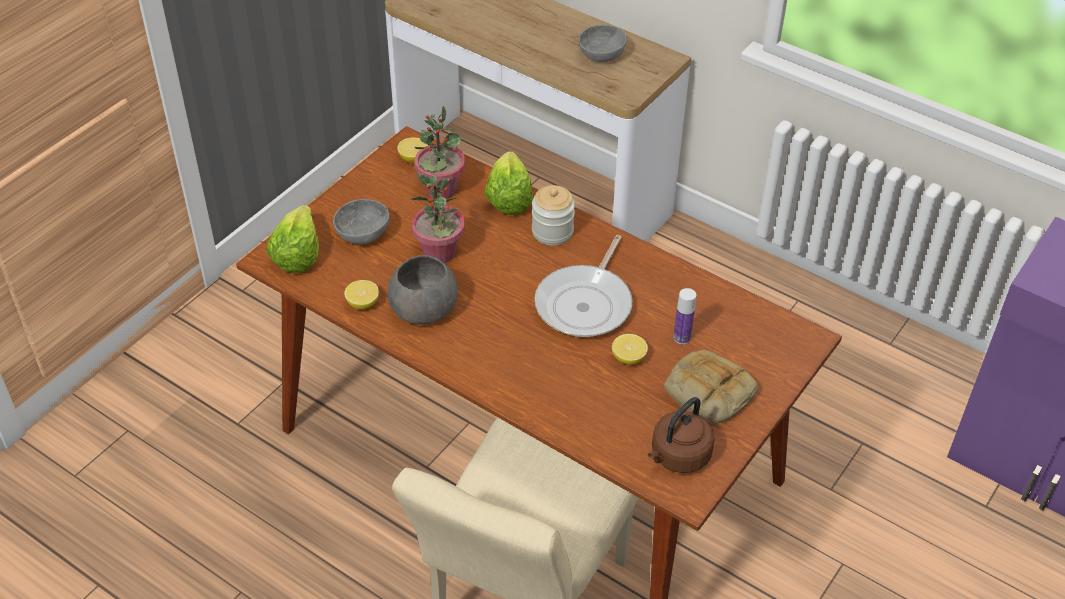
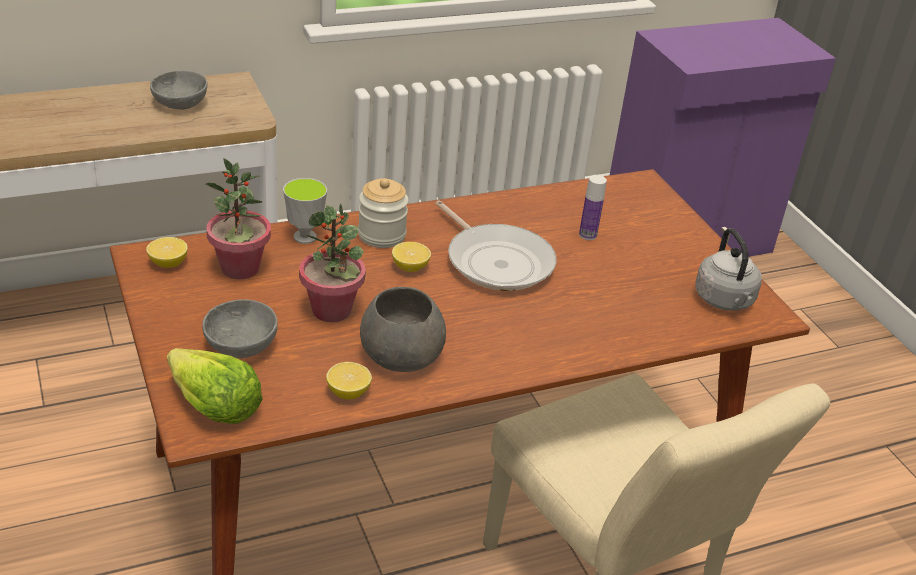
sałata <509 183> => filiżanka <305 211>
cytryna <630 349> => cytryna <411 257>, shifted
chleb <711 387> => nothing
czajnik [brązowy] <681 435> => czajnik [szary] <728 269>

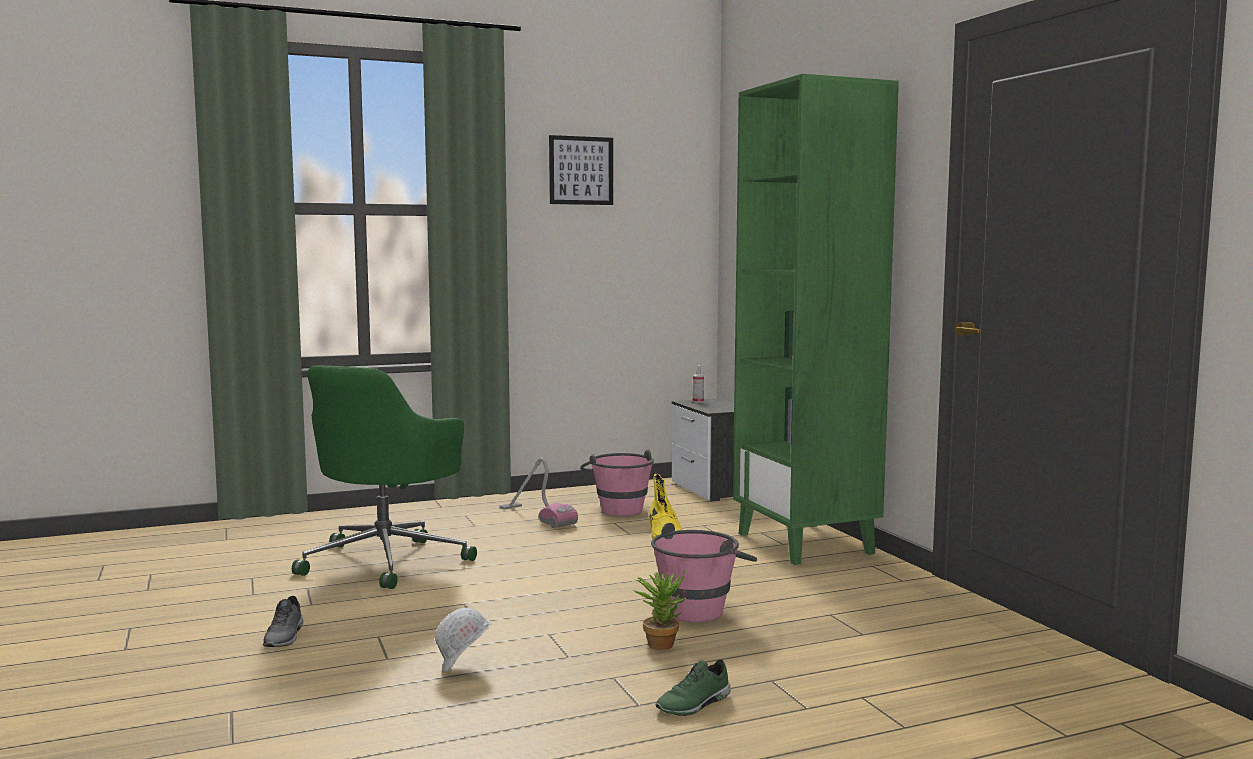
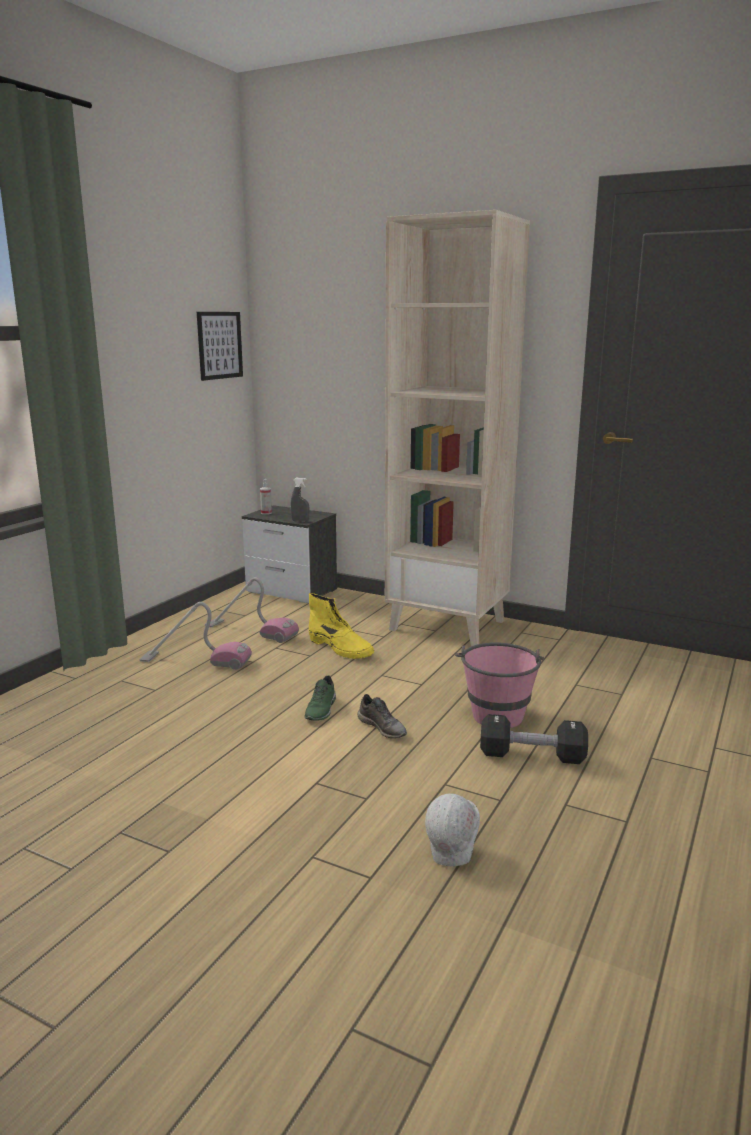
regał [zielony] <816 319> => regał [beżowy] <457 428>
obraz <581 170> => obraz <220 346>, shifted
krzesło biurowe [zielony] <384 477> => nothing
wiadro [różowy] <617 482> => odkurzacz <252 610>
roślina doniczkowa <659 610> => hantel [czarny] <534 739>
but [szary] <283 621> => but [szary] <382 716>, shifted
but [zielony] <693 688> => but [zielony] <320 698>, shifted
nothing => spryskiwacz [szary] <299 500>

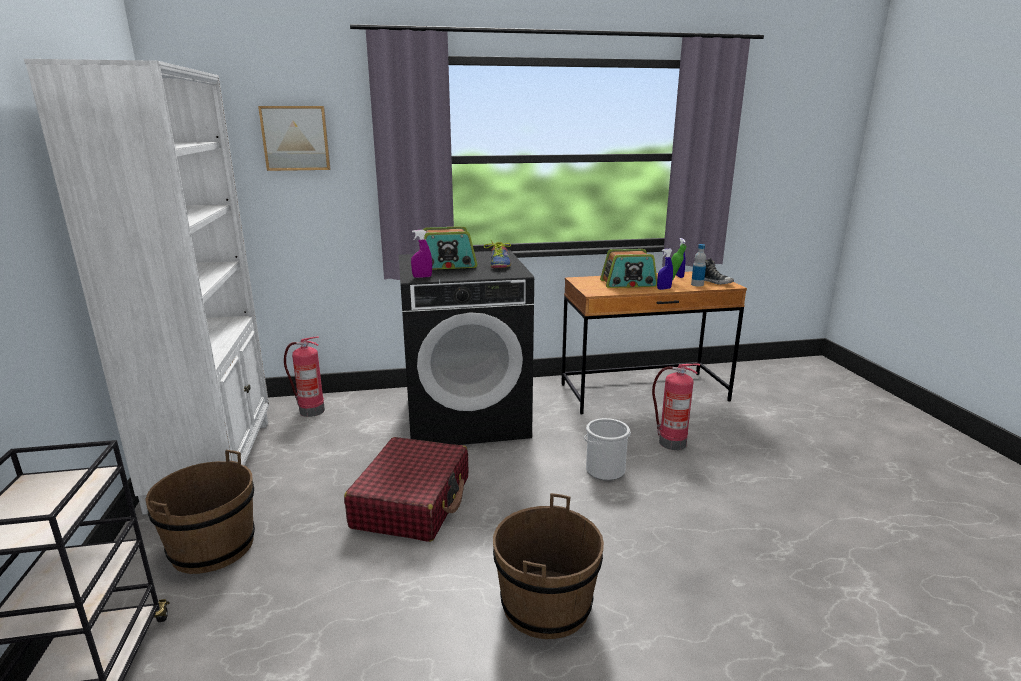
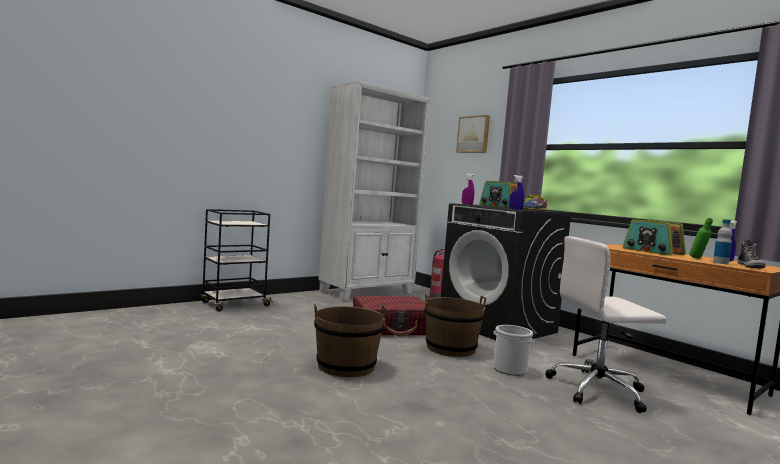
spryskiwacz [niebieski] <665 269> => spryskiwacz [niebieski] <517 192>, shifted
gaśnica <676 407> => krzesło biurowe [biały] <605 324>
wiadro [brązowy] <200 512> => wiadro [brązowy] <455 325>, shifted

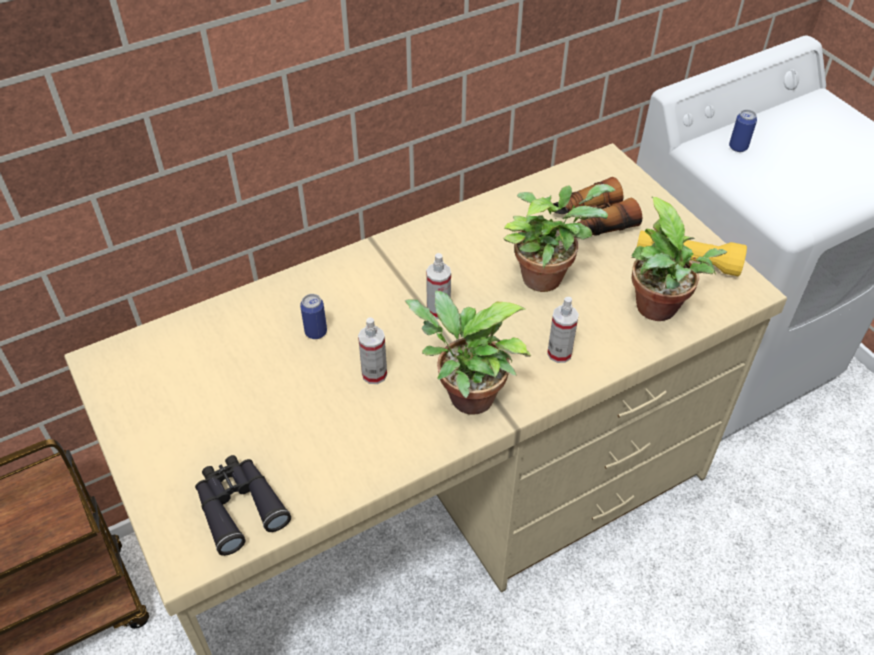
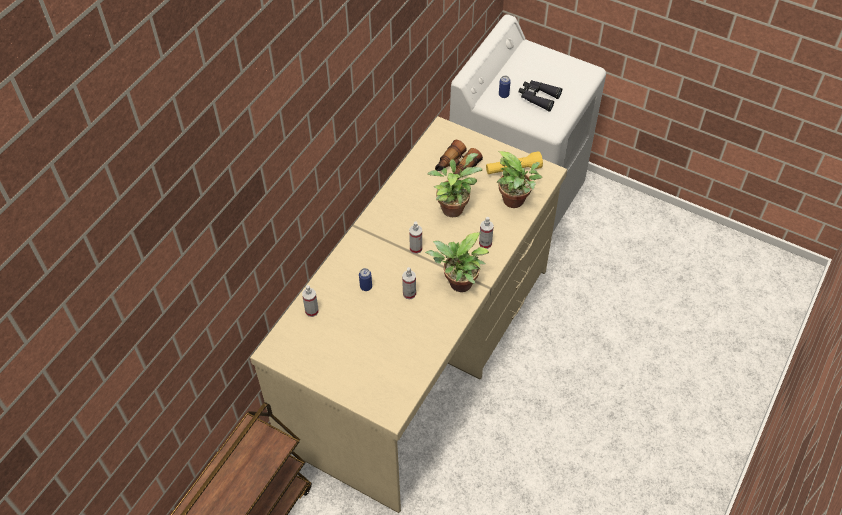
lornetka [czarny] <243 505> => lornetka [czarny] <540 96>, shifted
nothing => spryskiwacz <310 301>

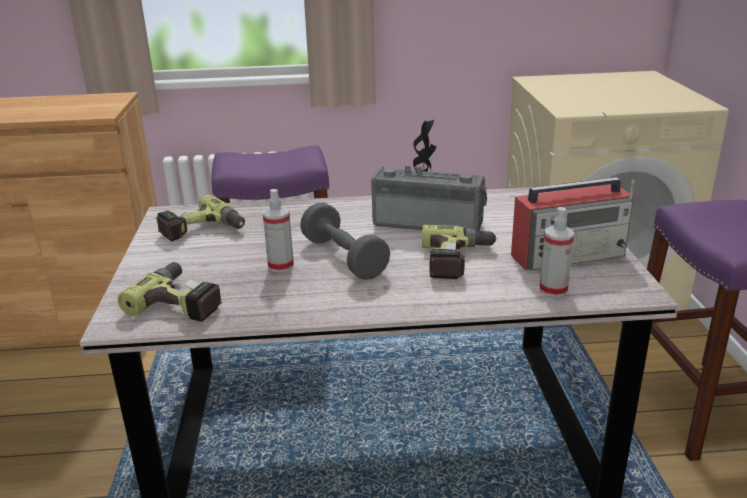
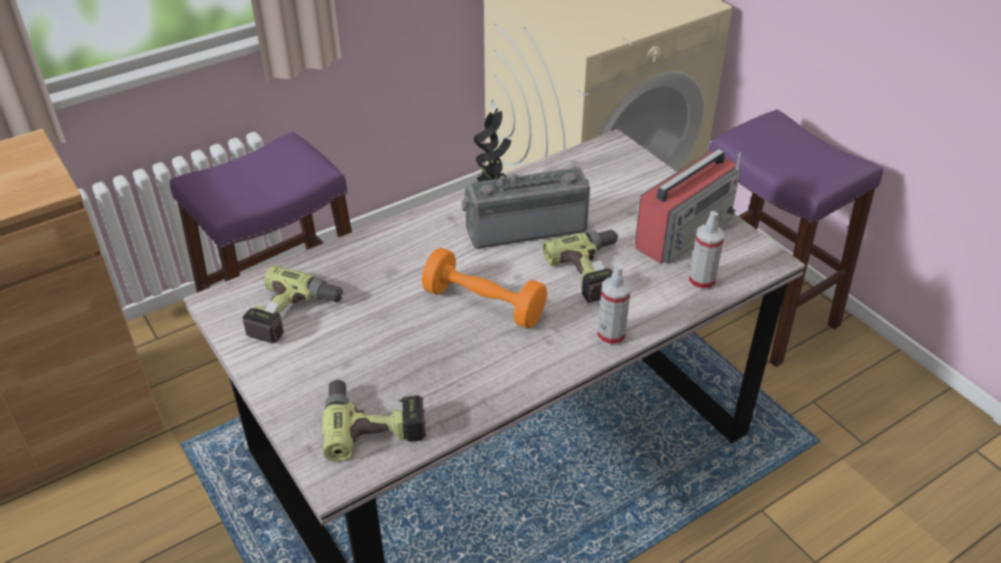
spryskiwacz <278 231> => spryskiwacz <614 305>, shifted
hantel [szary] <345 241> => hantel [pomarańczowy] <484 288>

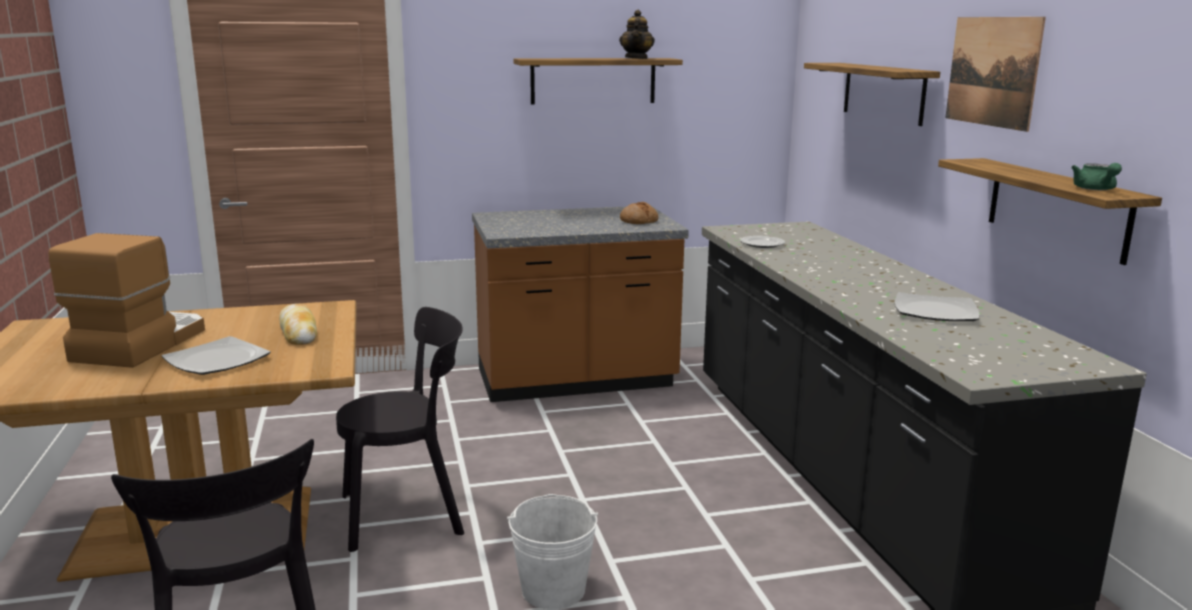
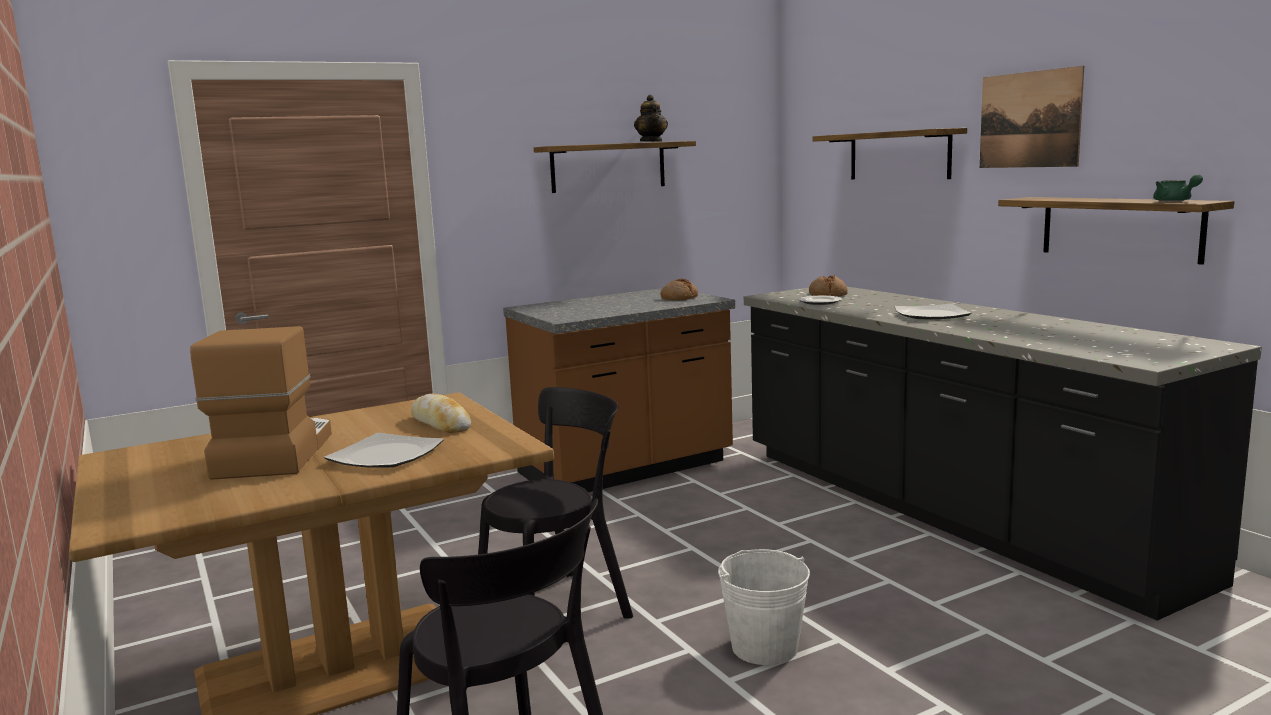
talerz <937 306> => talerz <932 311>, shifted
nothing => chleb <828 285>

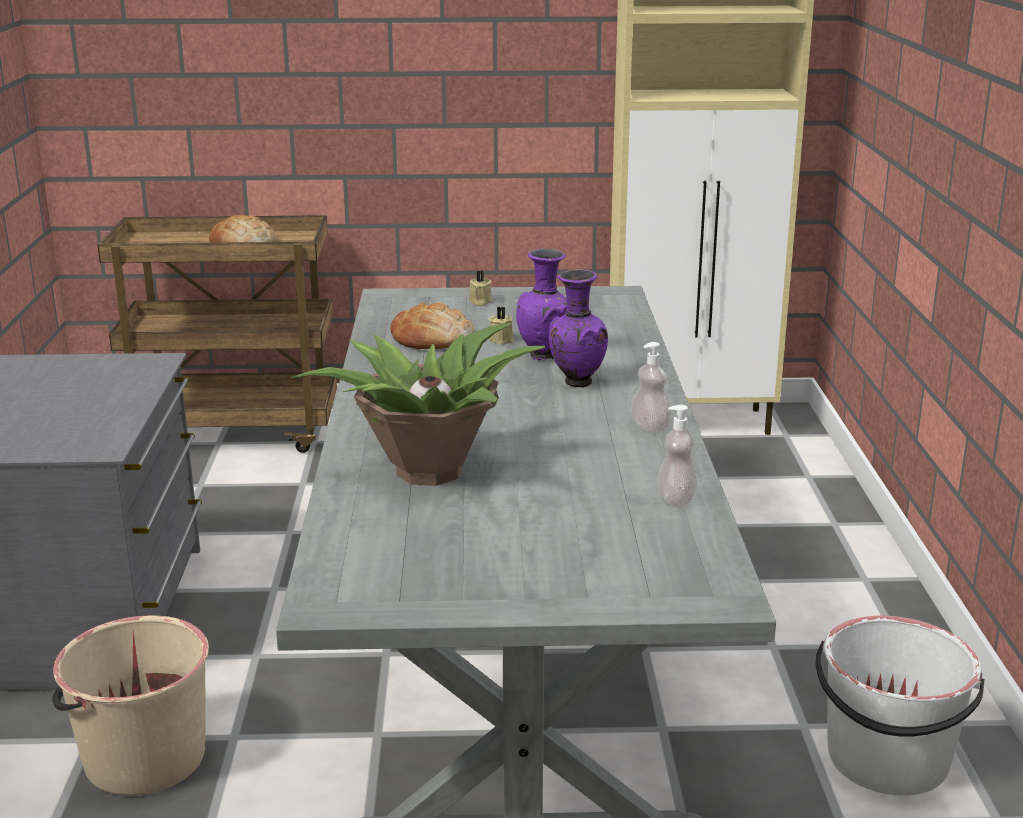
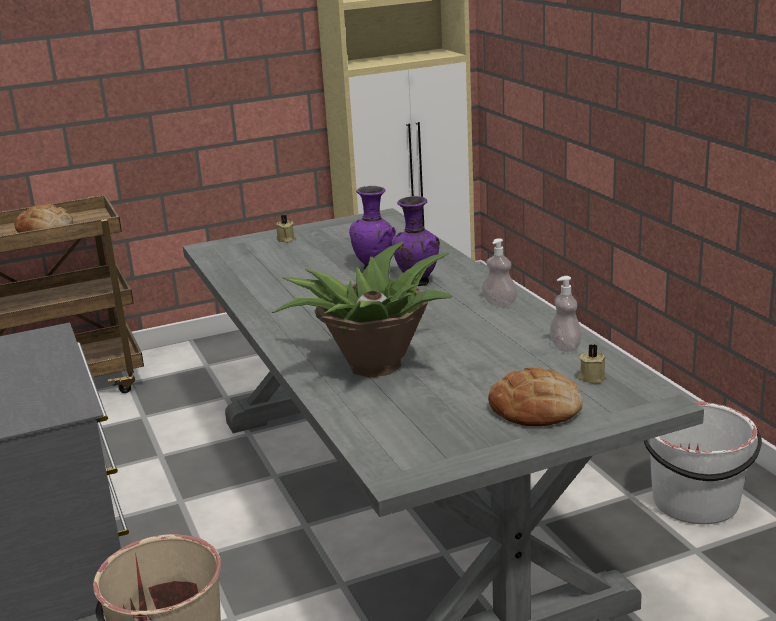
chleb <432 326> => chleb <535 397>, shifted
świeca [beżowy] <501 326> => świeca [beżowy] <592 363>, shifted

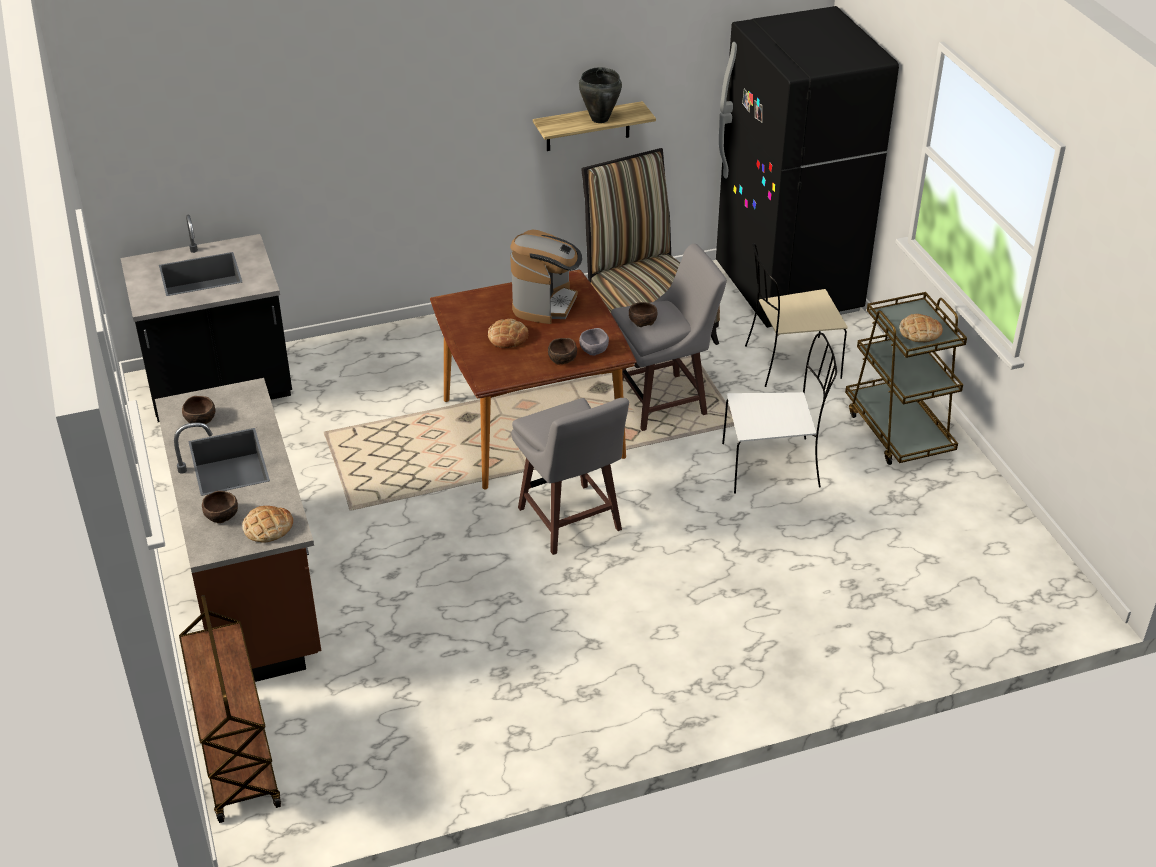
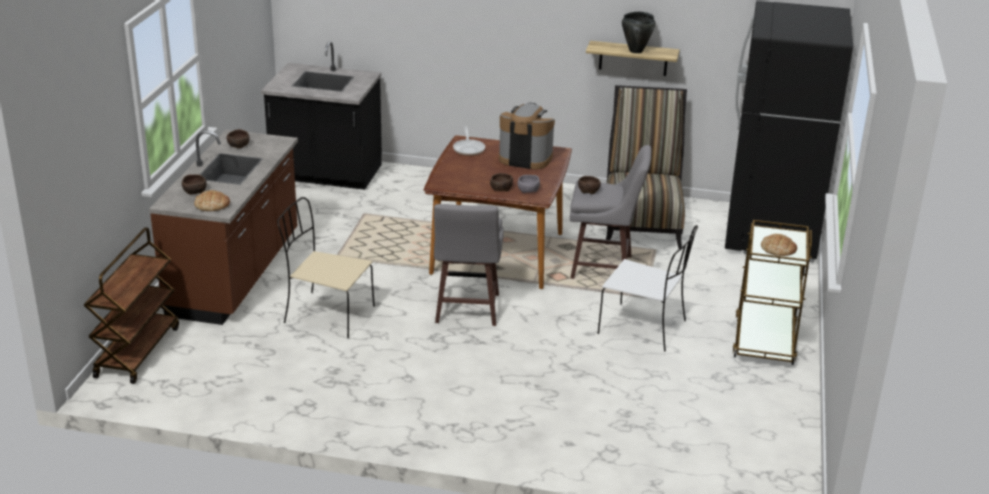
ekspres do kawy <546 277> => ekspres do kawy <527 136>, 120 degrees counterclockwise
krzesło [beżowy] <796 315> => krzesło [beżowy] <326 267>, shifted
chleb <508 333> => nothing
nothing => patelnia <469 141>

